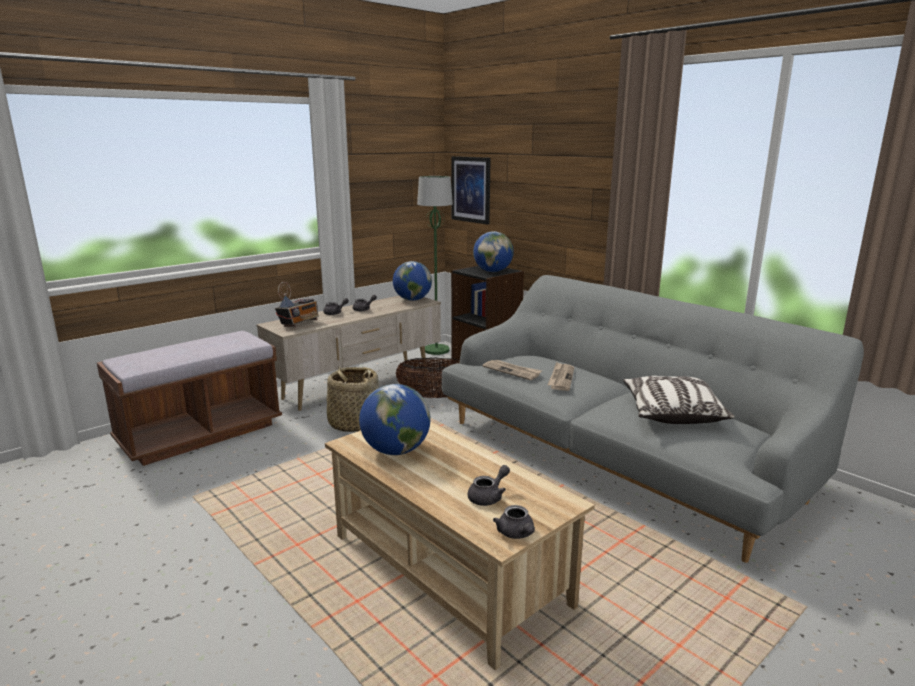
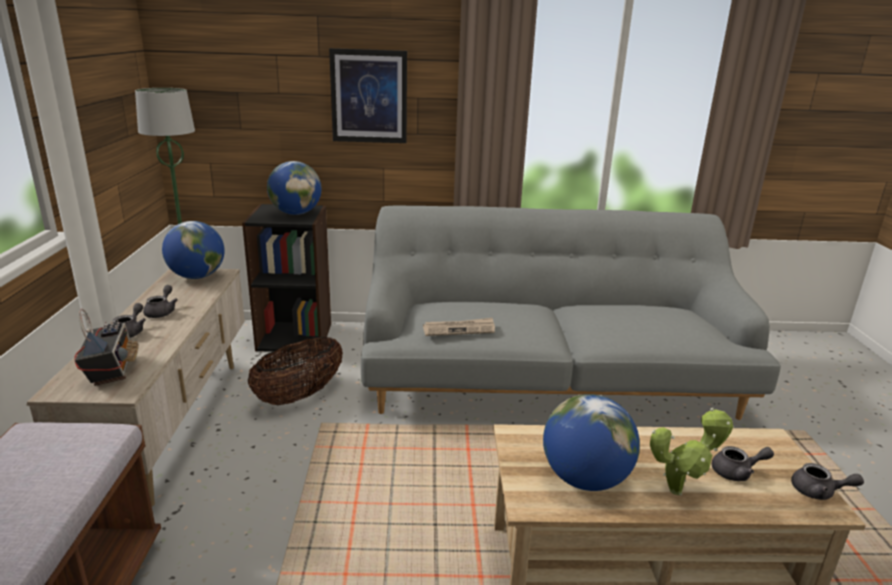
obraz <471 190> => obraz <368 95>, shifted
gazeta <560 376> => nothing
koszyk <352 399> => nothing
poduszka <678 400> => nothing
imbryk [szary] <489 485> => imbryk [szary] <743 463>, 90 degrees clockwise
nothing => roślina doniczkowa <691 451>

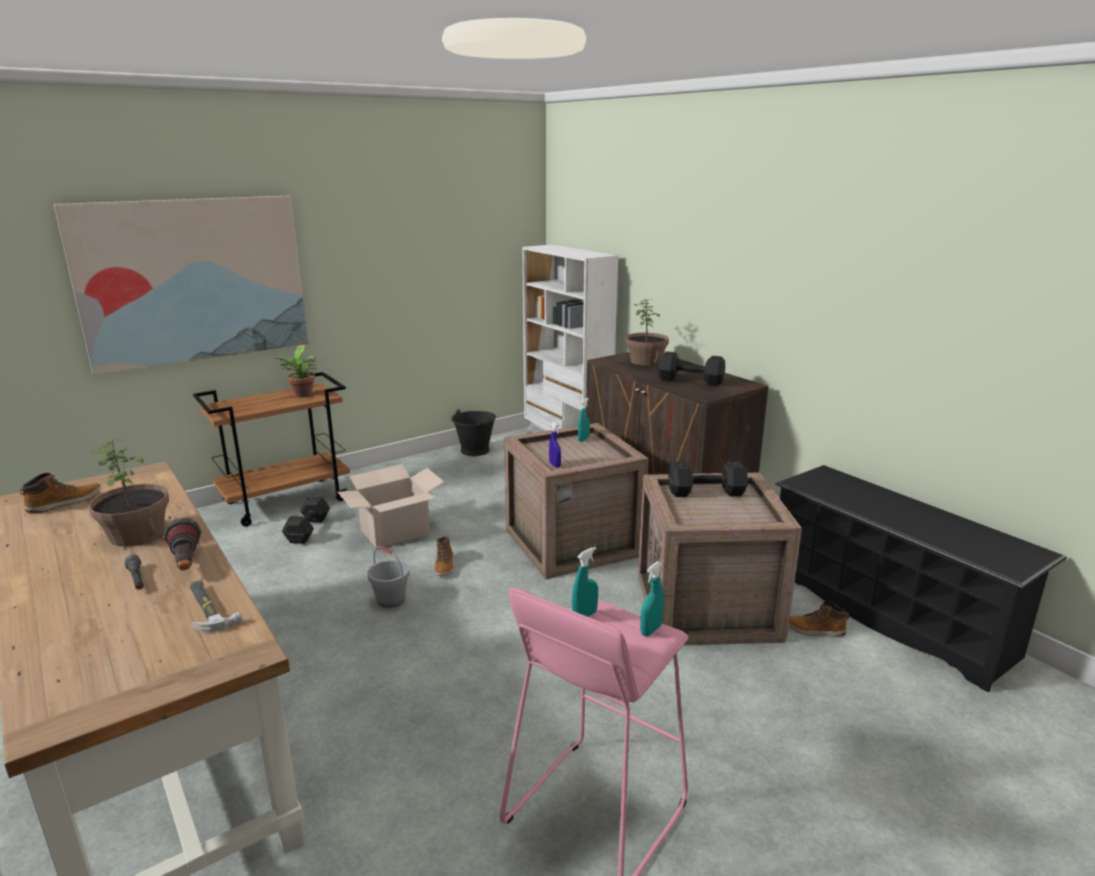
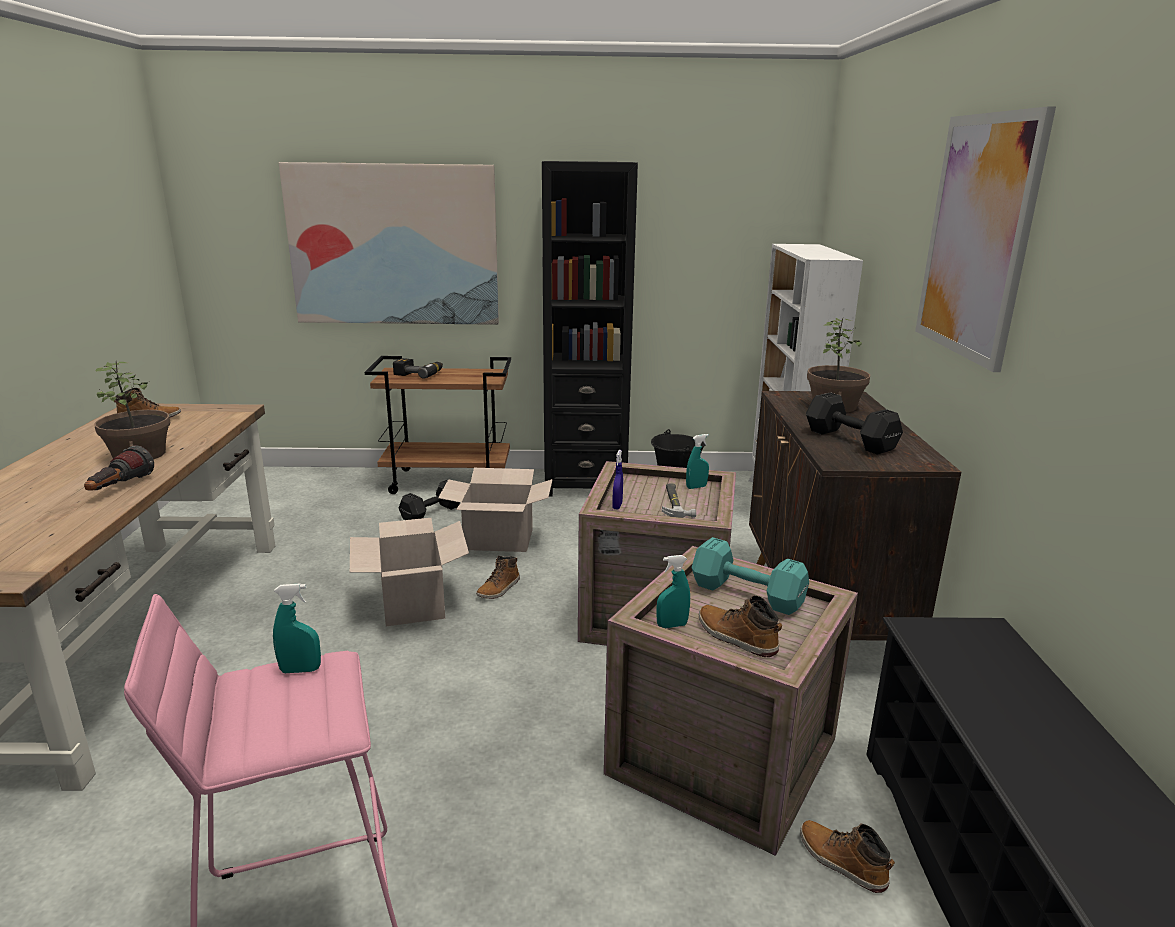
roślina doniczkowa <295 371> => nothing
hantel [czarny] <708 479> => hantel [turkusowy] <750 576>
wiadro [szary] <388 577> => karton <409 572>
latarka [szary] <134 572> => nothing
spryskiwacz [turkusowy] <652 598> => spryskiwacz [turkusowy] <673 592>, shifted
młotek <216 606> => młotek <679 500>, shifted
nothing => obraz <985 239>
nothing => regał [czarny] <590 329>
nothing => wiertarka <418 368>
nothing => but z cholewką <740 626>

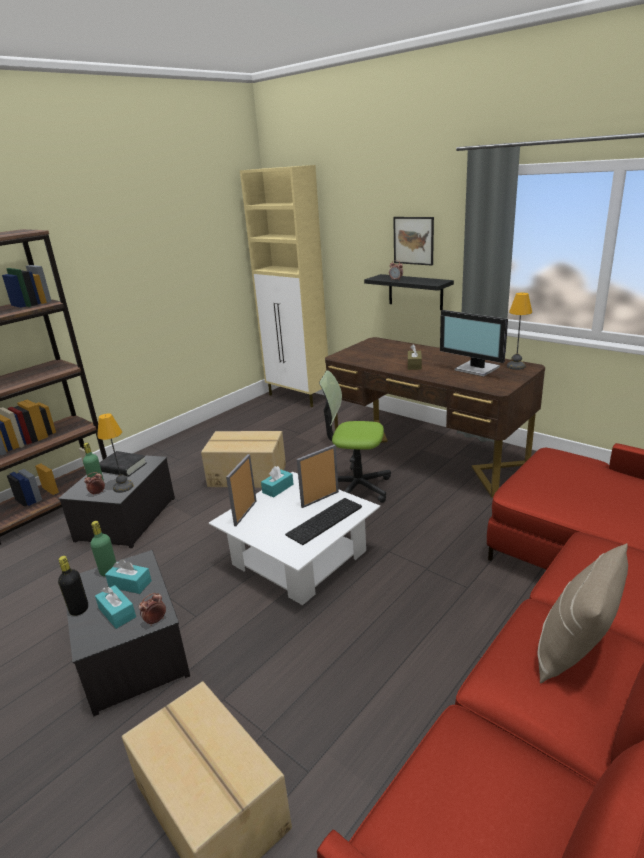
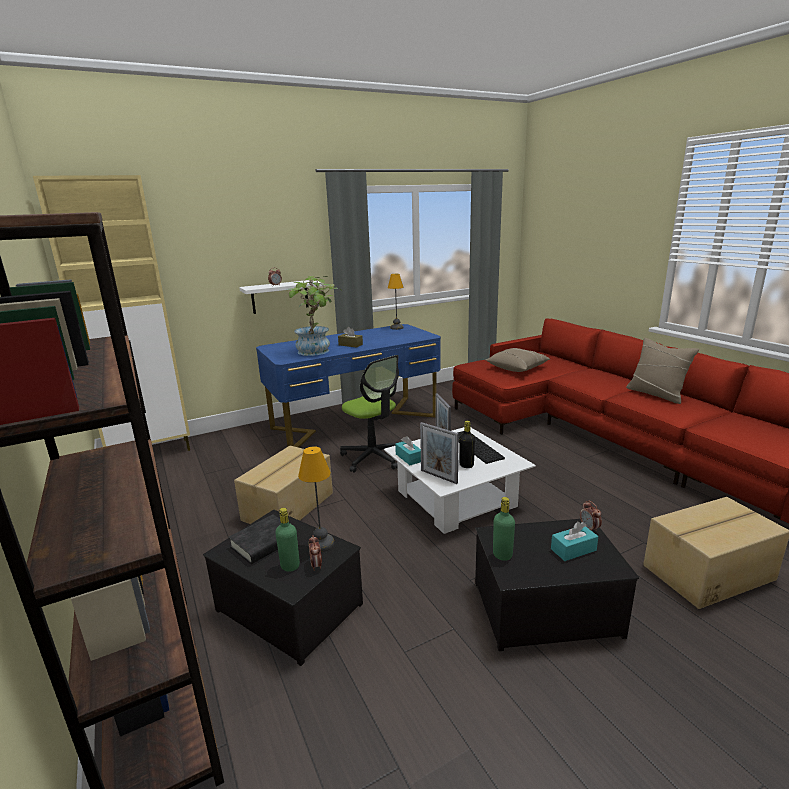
obraz <413 241> => nothing
półka [czarny] <409 292> => półka [biały] <282 297>
monitor <474 343> => nothing
biurko [brązowy] <435 417> => biurko [niebieski] <348 385>
krzesło biurowe <355 437> => krzesło biurowe <369 414>, 75 degrees counterclockwise
butelka [czarny] <73 586> => butelka [czarny] <467 444>, shifted
pudełko chusteczek [turkusowy] <128 576> => nothing
nothing => roślina doniczkowa <314 316>
nothing => poduszka [beżowy] <517 360>

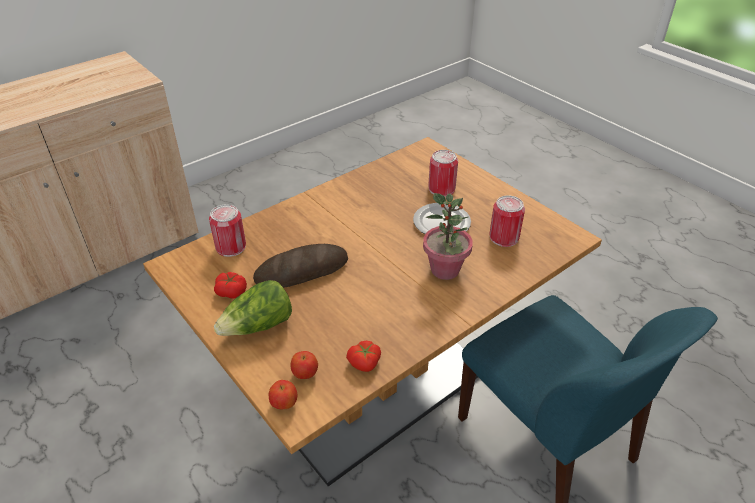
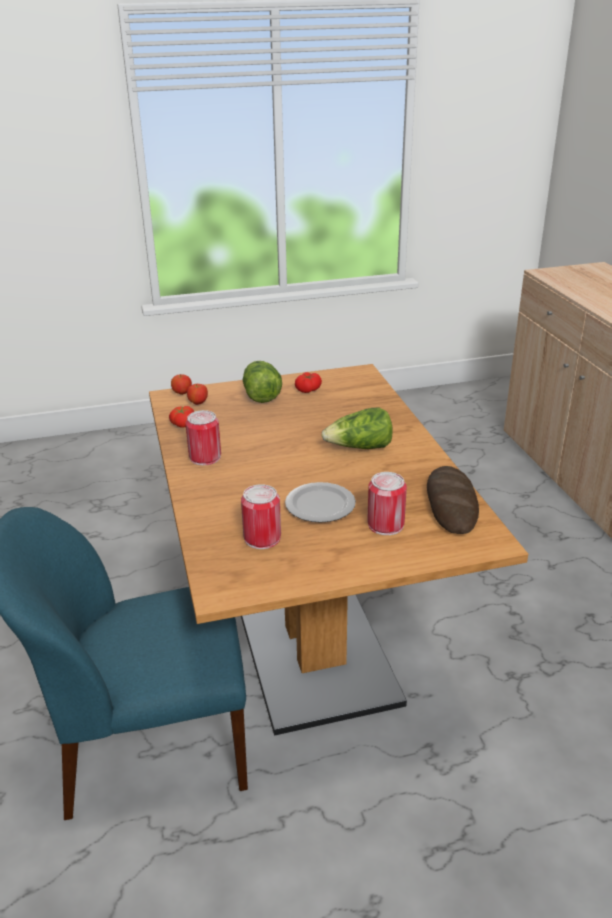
roślina doniczkowa <448 236> => nothing
puszka <227 230> => puszka <203 437>, shifted
chleb <300 266> => chleb <453 500>, shifted
nothing => sałata <357 428>

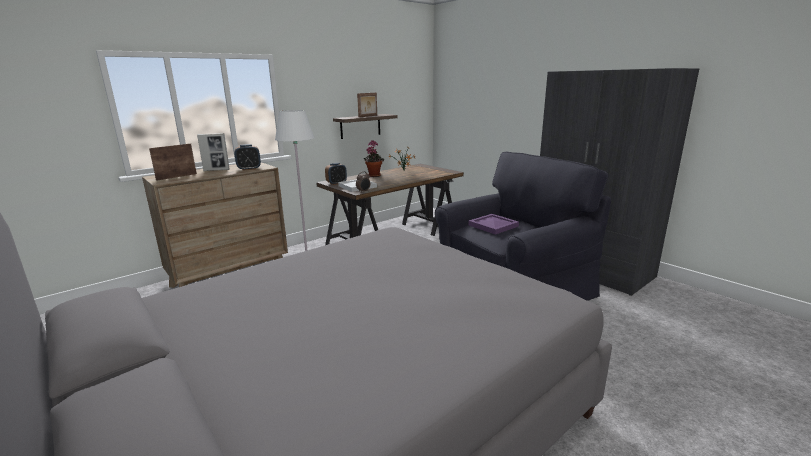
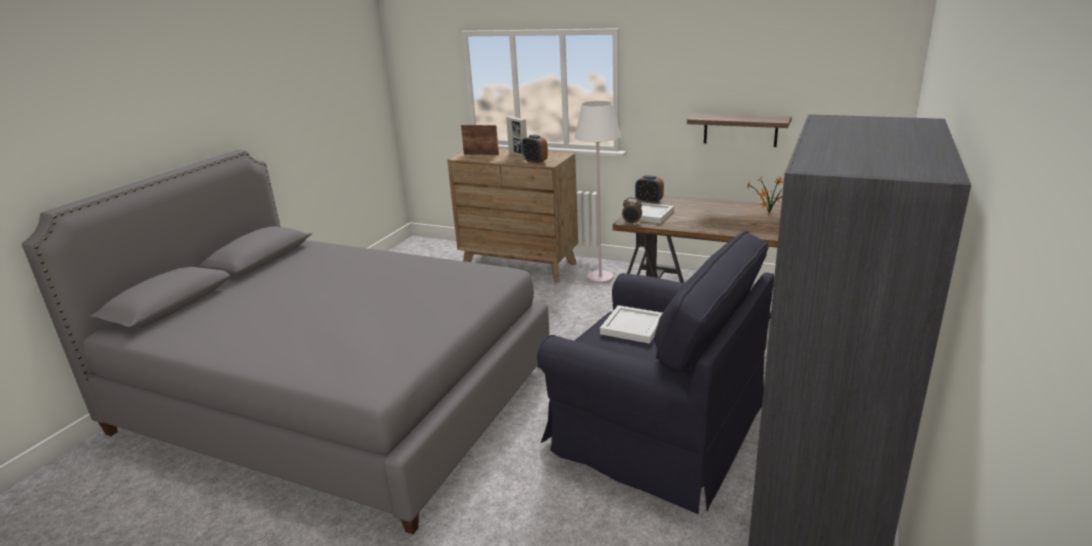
ramka na zdjęcie <367 105> => nothing
roślina doniczkowa <374 159> => nothing
taca [fioletowy] <493 224> => taca [biały] <631 324>

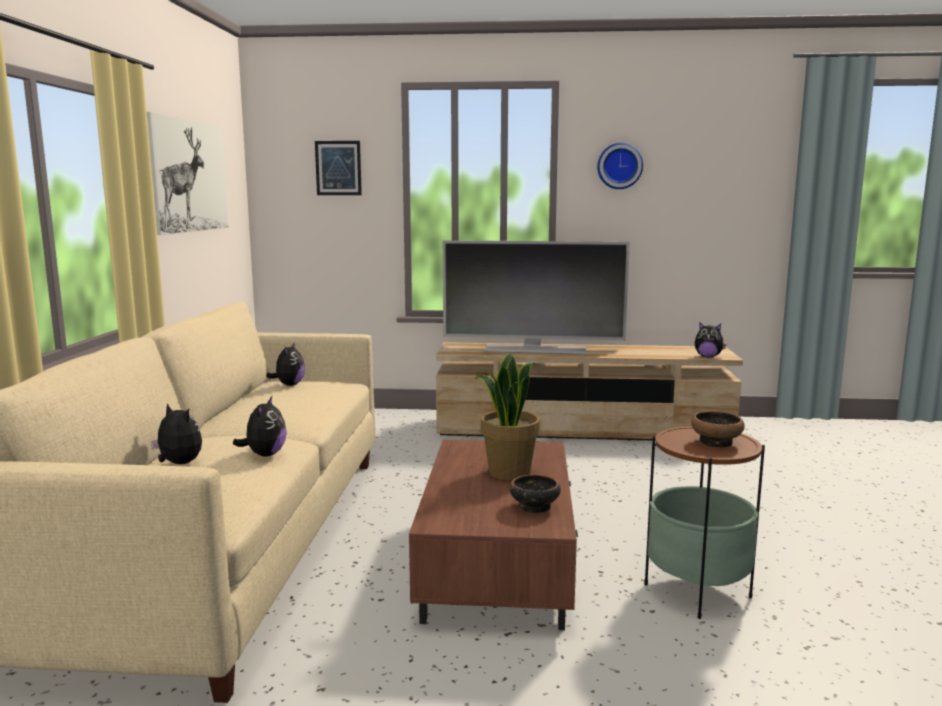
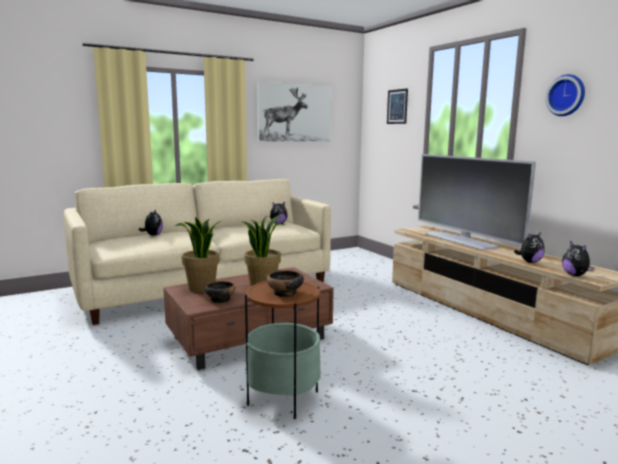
pluszak <260 426> => pluszak <529 247>, shifted
nothing => roślina doniczkowa <198 254>

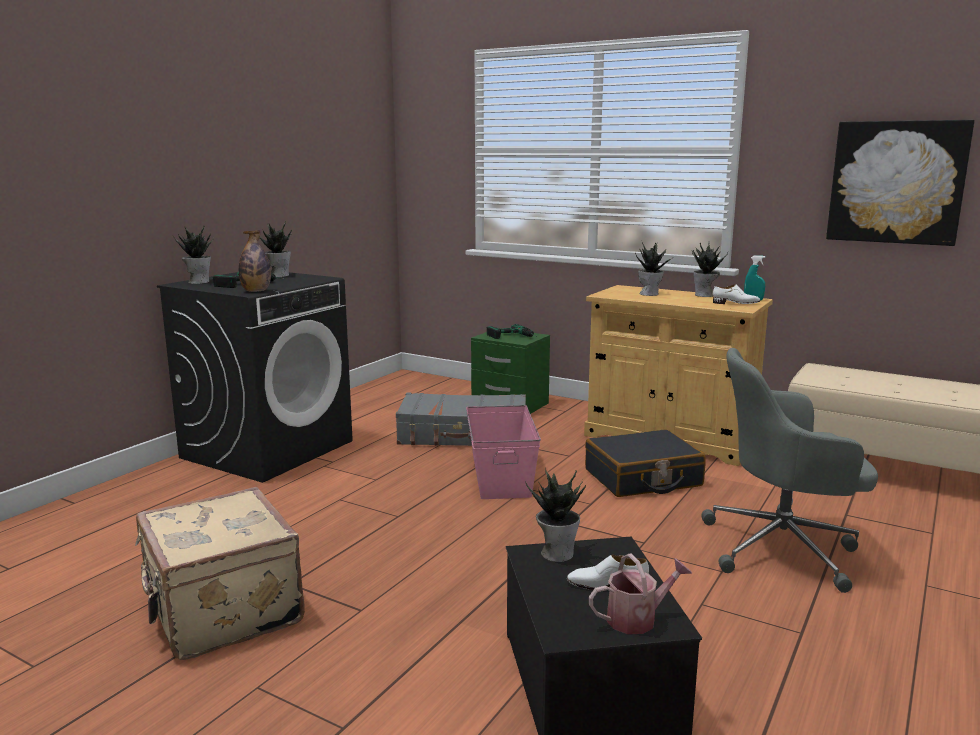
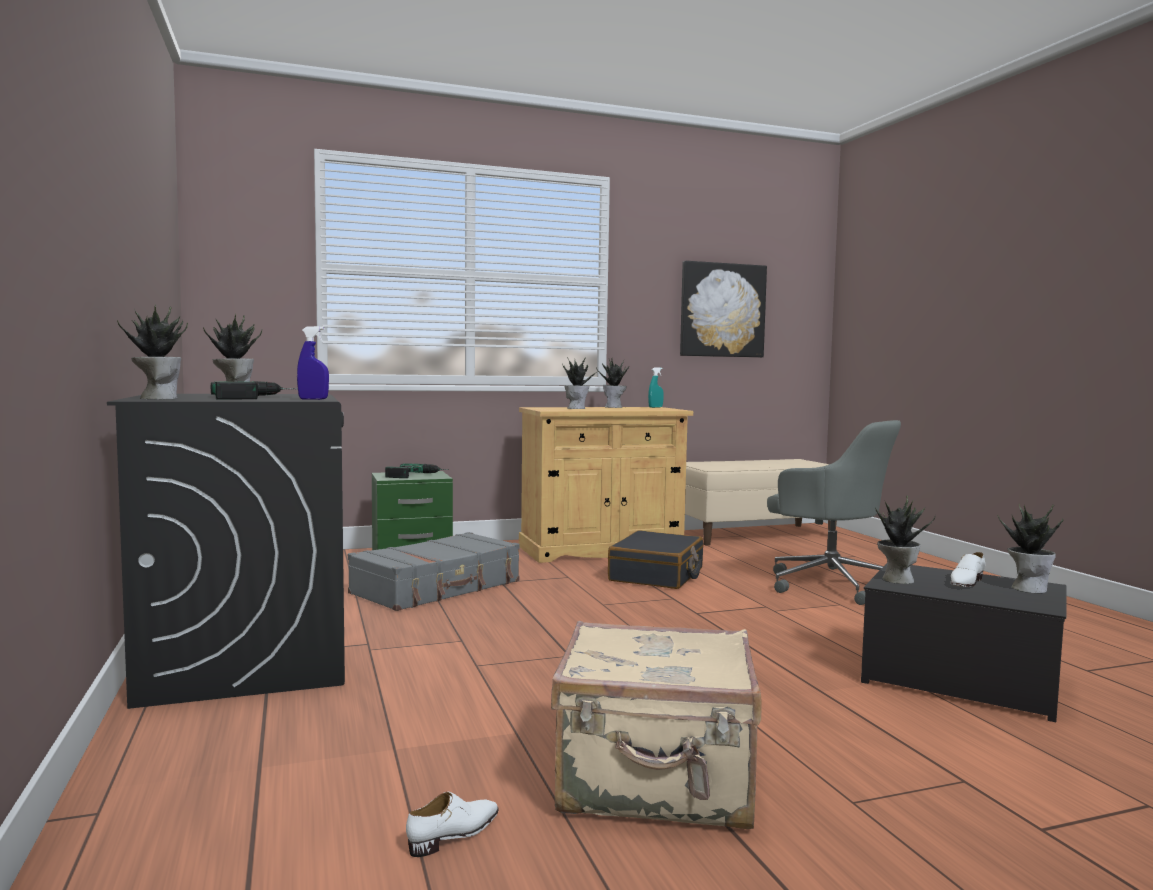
butelka <255 261> => spryskiwacz [niebieski] <313 363>
but [biały] <736 294> => but [biały] <452 824>, shifted
krzesło biurowe [szary] <789 470> => krzesło biurowe [szary] <834 512>, 90 degrees counterclockwise
pojemnik do przechowywania [różowy] <503 452> => nothing
konewka <640 594> => roślina doniczkowa <1030 548>

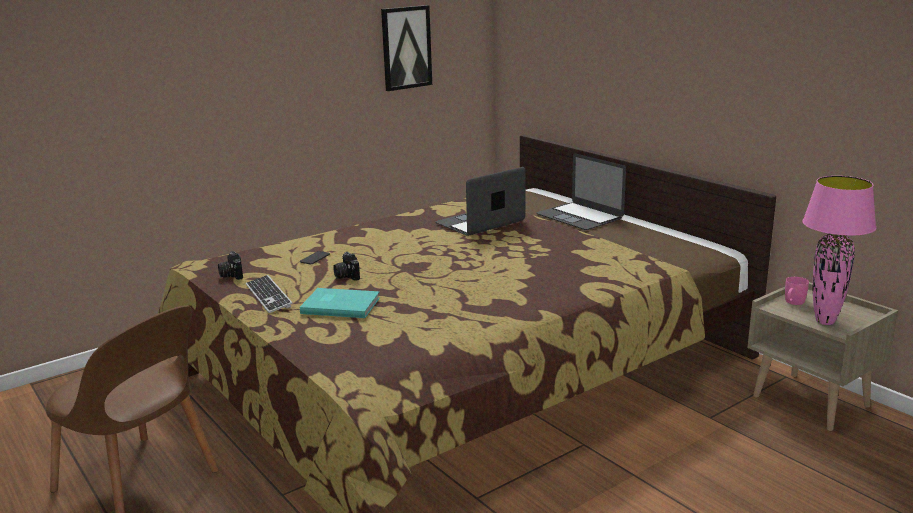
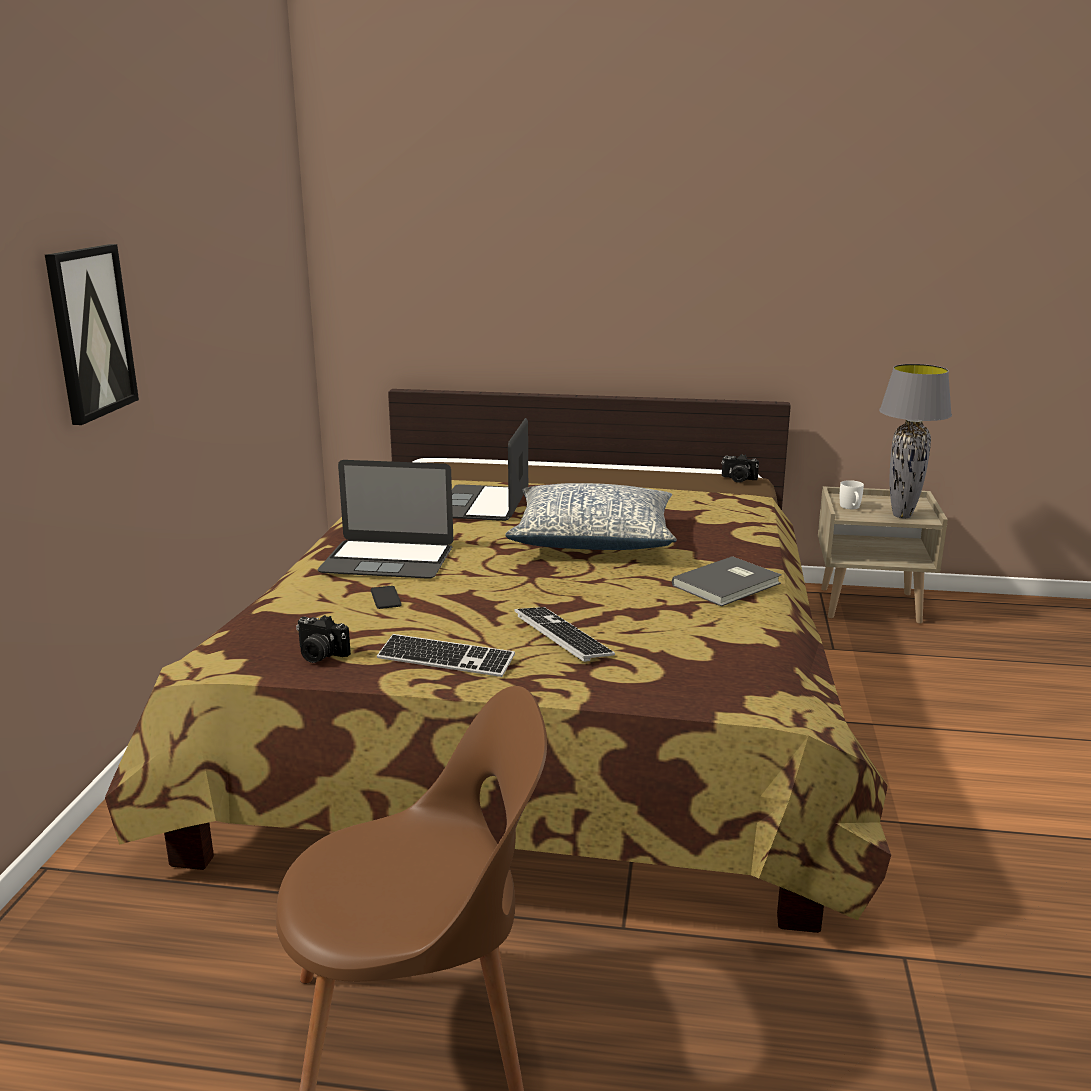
obraz <406 48> => obraz <92 334>, shifted
laptop <581 191> => laptop <385 519>, shifted
lampa stołowa [różowy] <839 250> => lampa stołowa [szary] <915 441>
aparat fotograficzny <346 266> => aparat fotograficzny <740 468>, shifted
kubek [różowy] <797 291> => kubek [biały] <852 494>
książka [turkusowy] <340 303> => klawiatura <564 634>
nothing => poduszka <591 516>
nothing => książka [szary] <727 581>

